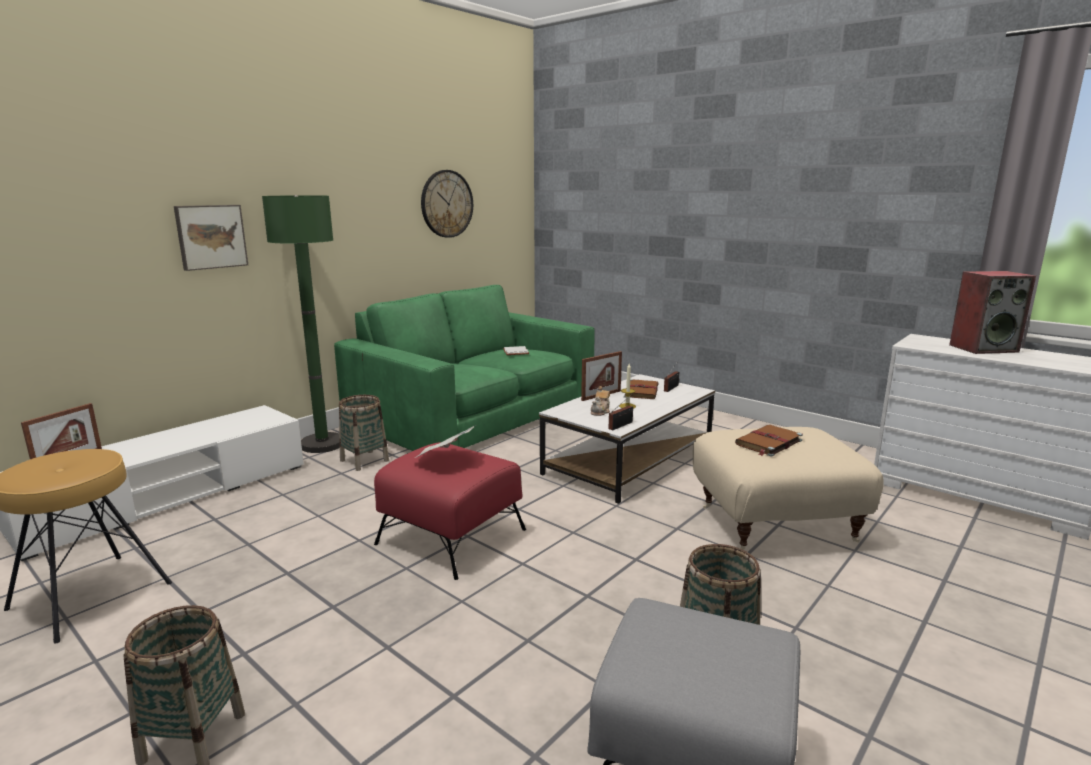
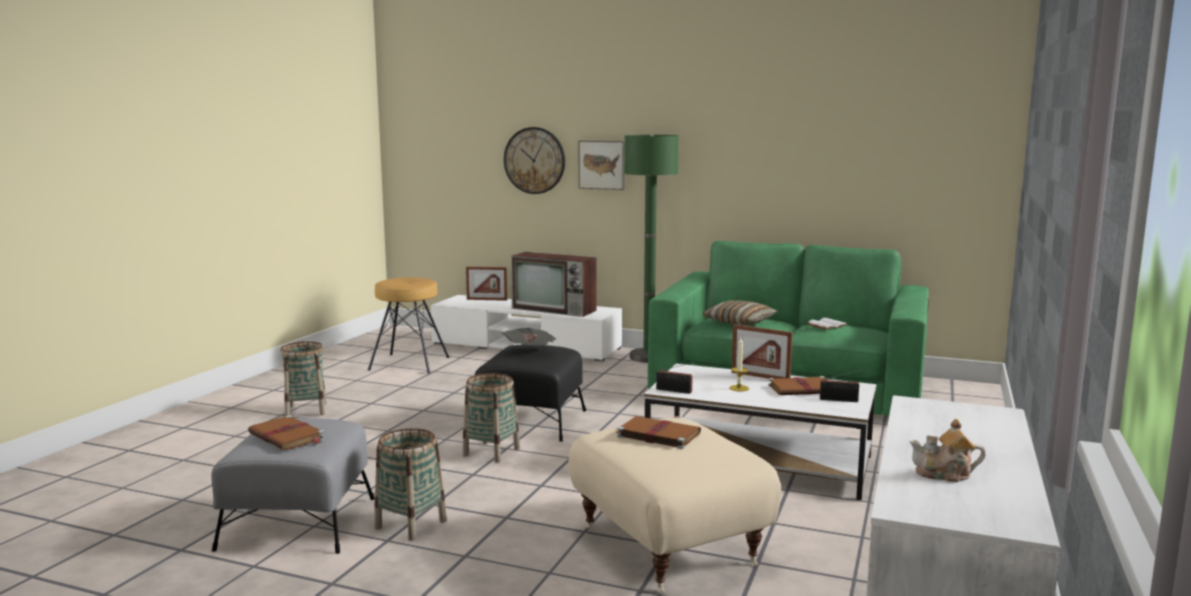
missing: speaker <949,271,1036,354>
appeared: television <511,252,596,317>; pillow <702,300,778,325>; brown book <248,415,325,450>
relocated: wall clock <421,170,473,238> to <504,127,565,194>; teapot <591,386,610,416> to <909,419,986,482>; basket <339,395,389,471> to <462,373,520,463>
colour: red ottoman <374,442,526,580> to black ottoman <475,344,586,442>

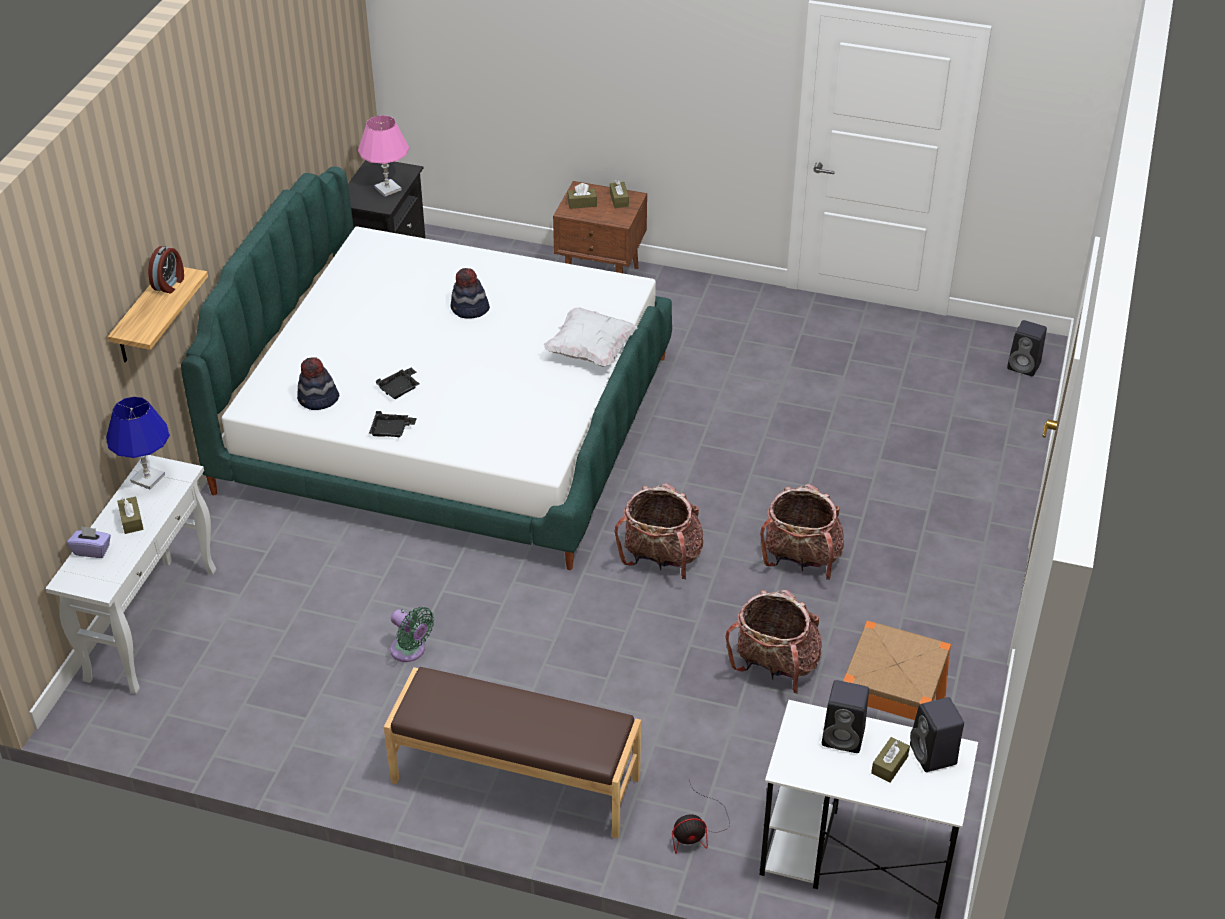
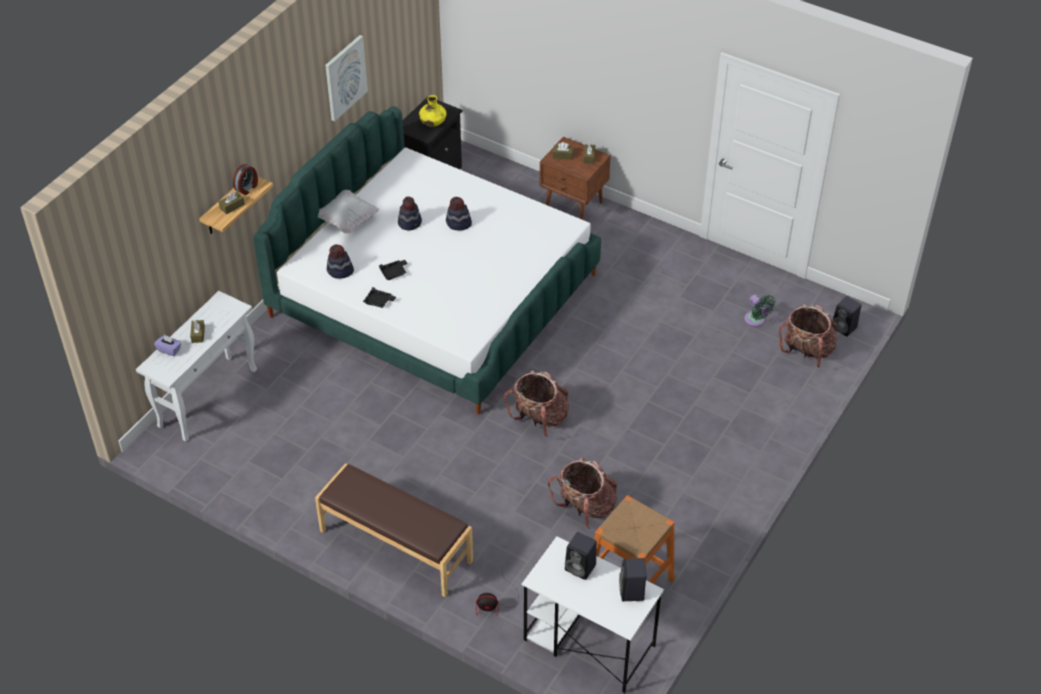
missing: blue table lamp <106,397,170,490>
appeared: picture <325,35,368,122>; hat <398,196,422,231>
relocated: white pillow <543,308,638,367> to <318,190,379,233>; backpack <760,484,844,580> to <779,304,837,368>; green fan <390,607,434,662> to <744,294,776,327>; brown tissue box <871,737,910,783> to <218,192,245,214>
exchanged: pink table lamp <358,115,409,197> to yellow vase <419,95,446,127>

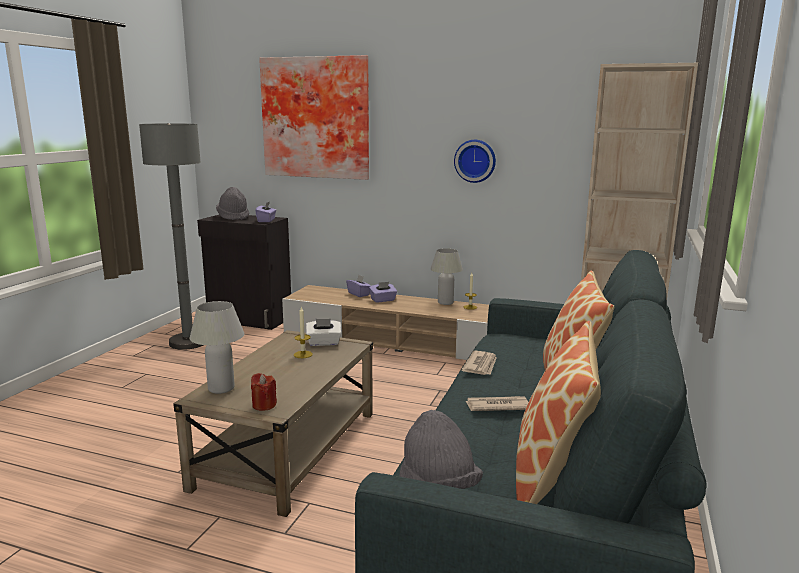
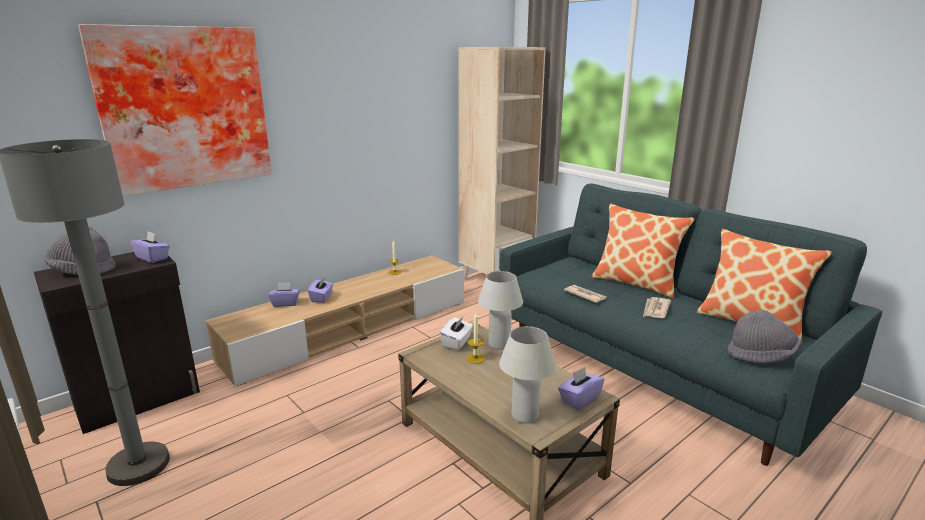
missing: wall clock <454,140,496,183>
relocated: white table lamp <430,248,463,305> to <478,271,523,350>
exchanged: red candle <251,373,277,411> to purple tissue box <558,367,604,410>

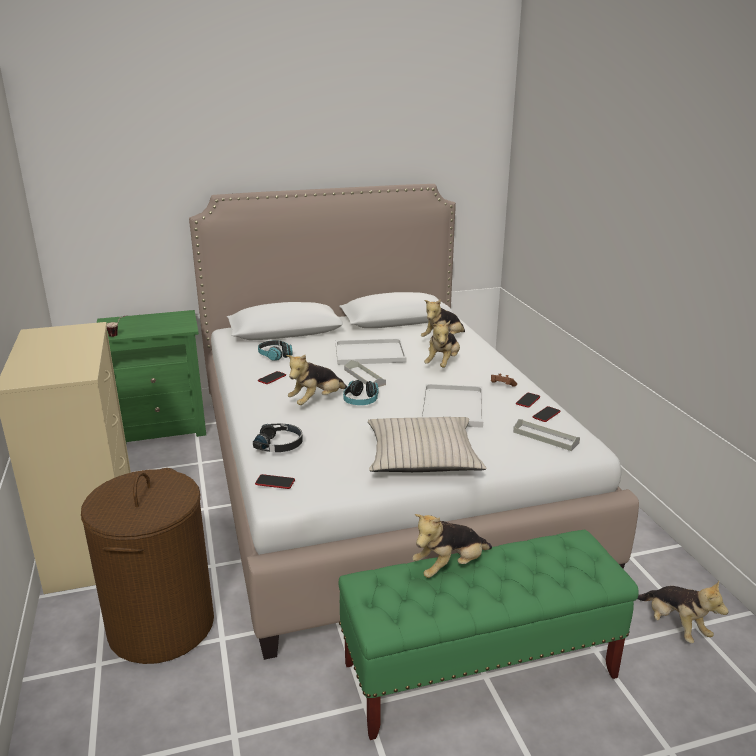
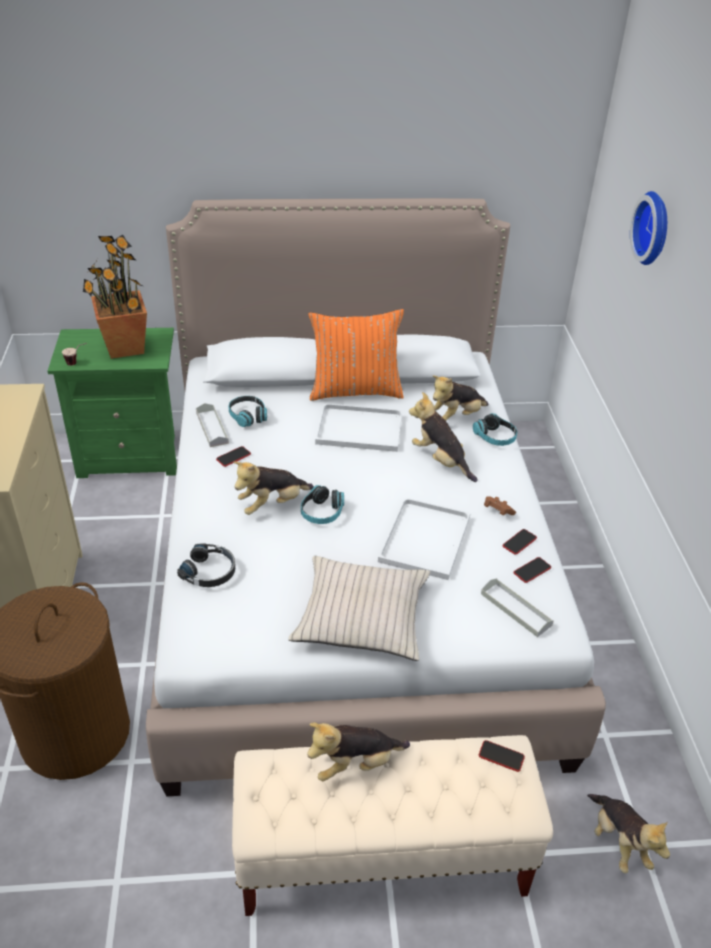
appeared: wall clock <630,191,667,265>; potted plant <83,235,147,359>; orange pillow <309,309,404,401>; headphones <473,413,517,446>
relocated: grey tray <344,360,386,387> to <196,403,229,447>; phone <255,474,295,489> to <479,740,525,772>
colour: green bench <338,530,639,740> to beige bench <232,735,553,916>
spun: plush toy <424,321,460,368> = <409,392,478,482> 105 degrees clockwise

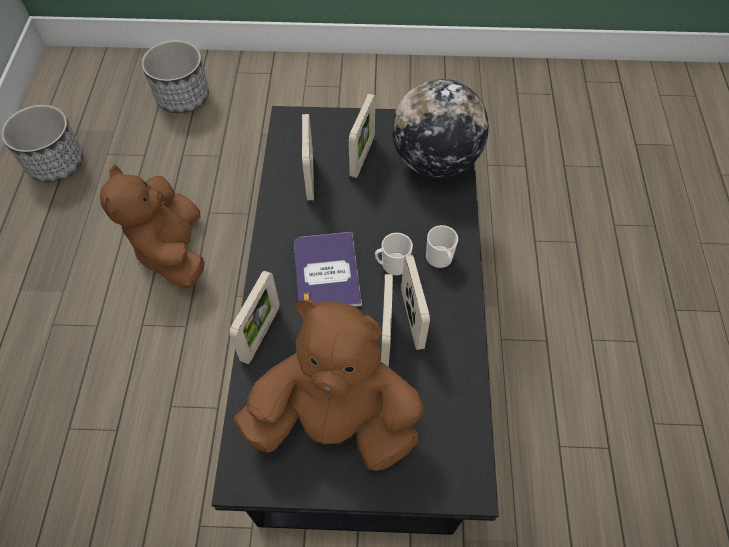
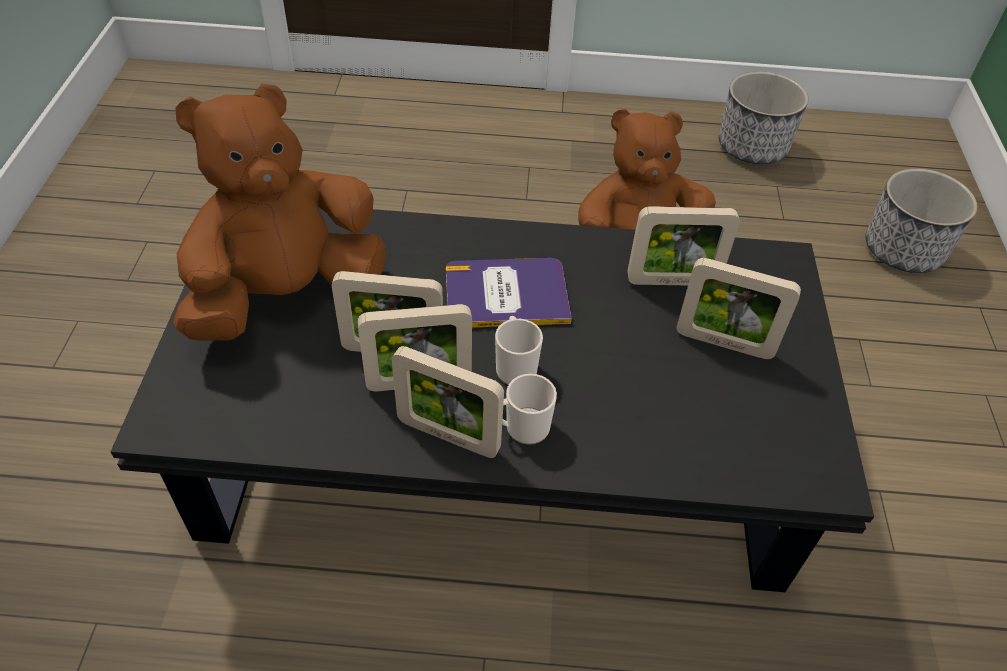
missing: globe <392,79,489,178>
relocated: picture frame <229,271,280,364> to <392,346,504,458>
spun: brown plush toy <233,299,424,471> = <173,84,386,341> 135 degrees counterclockwise

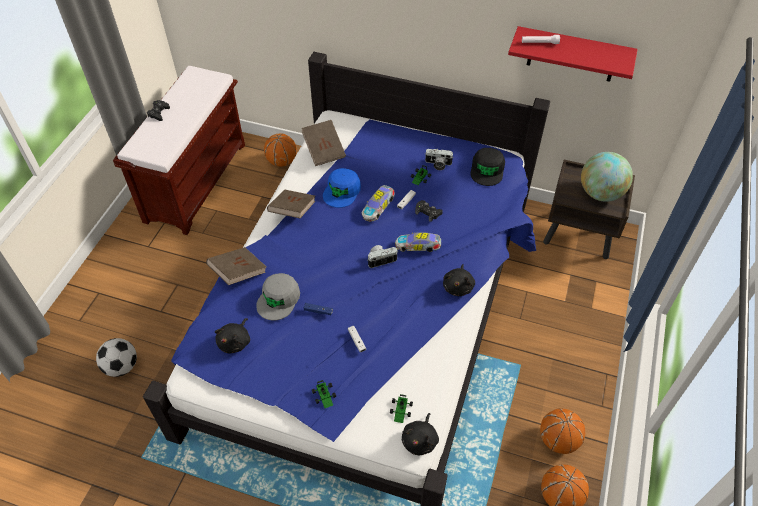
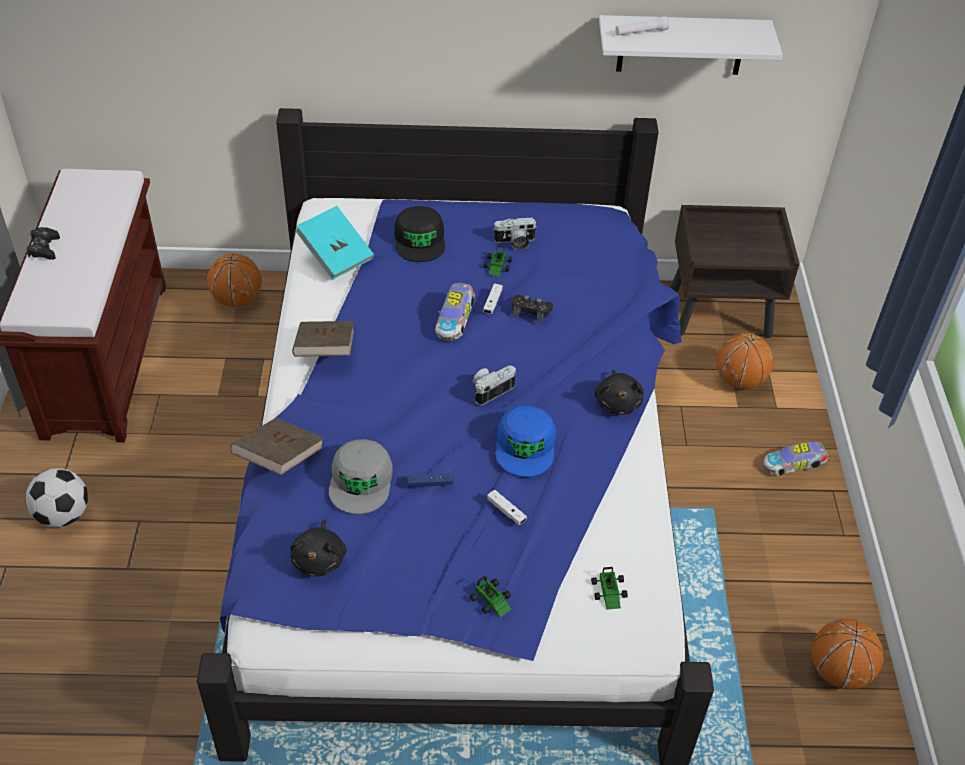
missing: globe <581,152,633,202>; black plush toy <402,413,439,455>
relocated: black cap <470,148,505,186> to <394,206,445,262>; blue cap <323,168,361,208> to <495,405,556,477>; toy car <395,232,441,252> to <763,442,828,476>; football <96,338,137,377> to <25,468,88,527>; basketball <540,409,585,454> to <716,333,774,389>
colour: red shelf <508,26,638,82> to white shelf <599,15,783,75>; brown book <302,120,346,166> to turquoise book <295,206,374,280>

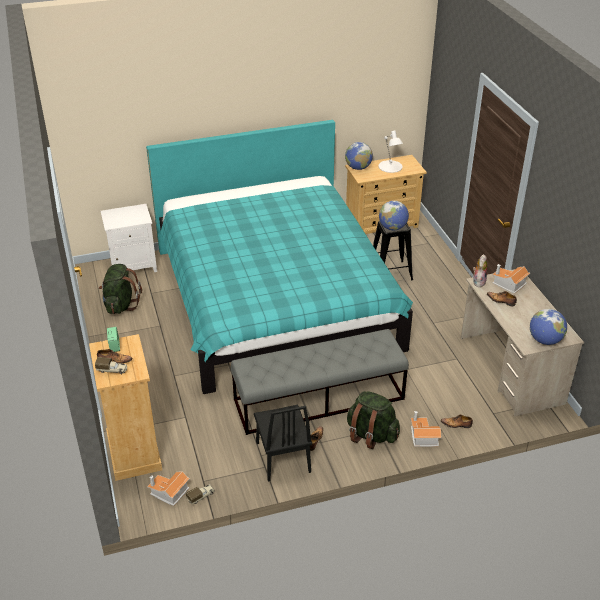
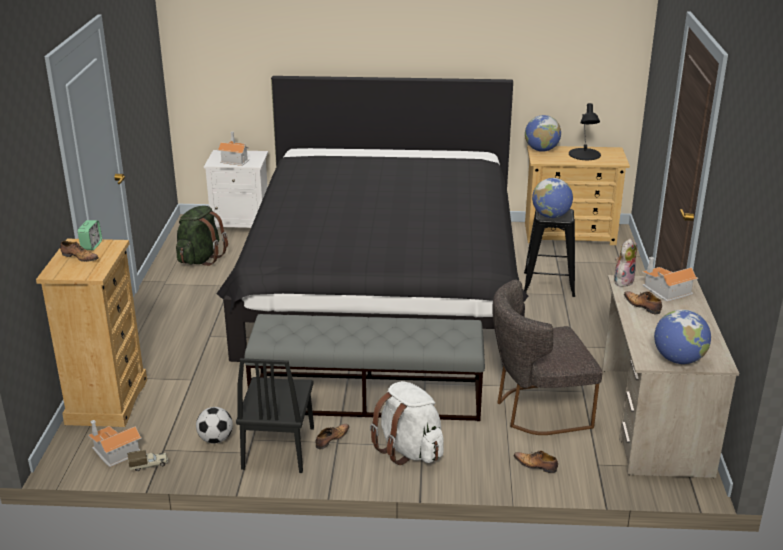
missing: toy truck <95,357,127,375>
appeared: grey chair <492,279,602,435>; football <196,407,233,444>
relocated: toy house <411,411,441,447> to <217,132,249,166>
colour: turquoise bed <146,120,413,394> to black bed <216,76,528,366>; white table lamp <378,131,403,173> to black table lamp <569,103,601,160>; green backpack <347,391,400,449> to white backpack <370,381,444,465>

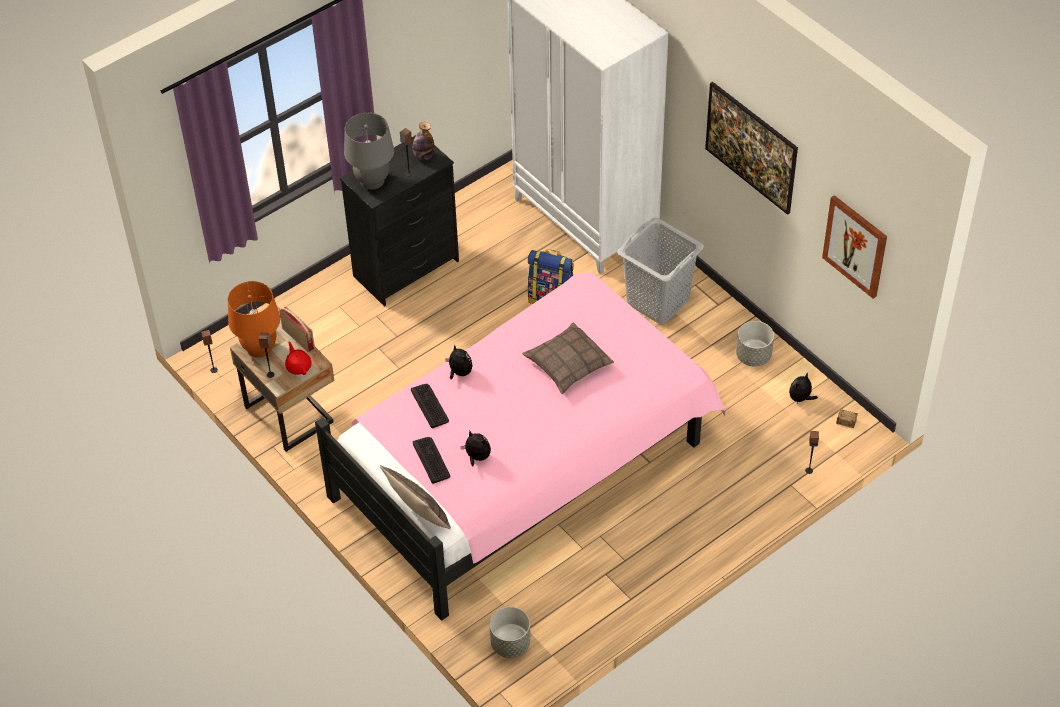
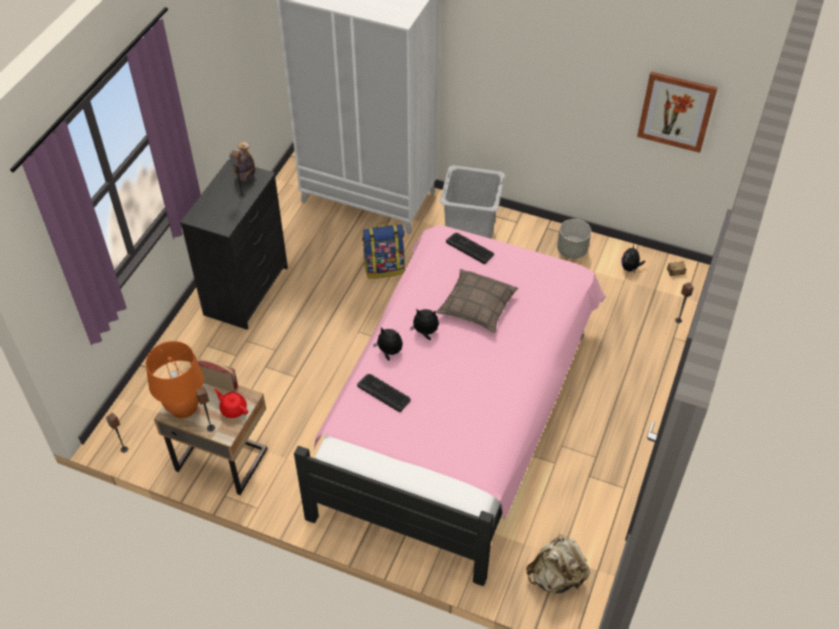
missing: picture <705,81,798,215>; grey table lamp <344,113,394,190>; pillow <380,465,451,530>
relocated: plush toy <461,431,491,466> to <410,309,439,340>; keyboard <413,437,450,484> to <446,233,494,264>
exchanged: grey planter <490,607,530,658> to beige backpack <526,534,590,593>

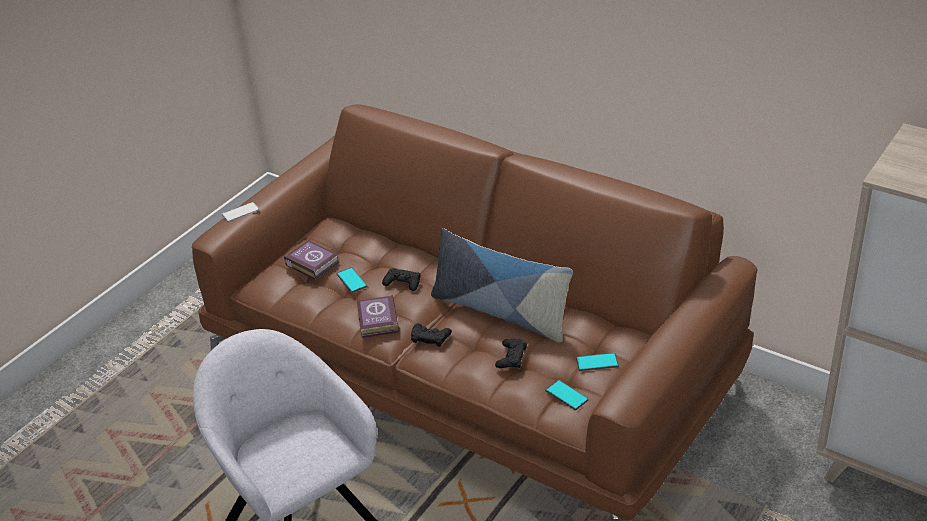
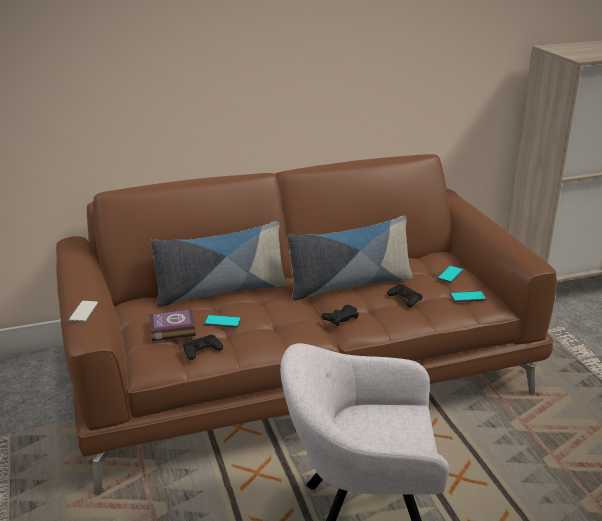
missing: book <357,295,399,338>
appeared: pillow <150,221,287,307>
relocated: black game controller <382,268,421,291> to <183,335,223,360>

